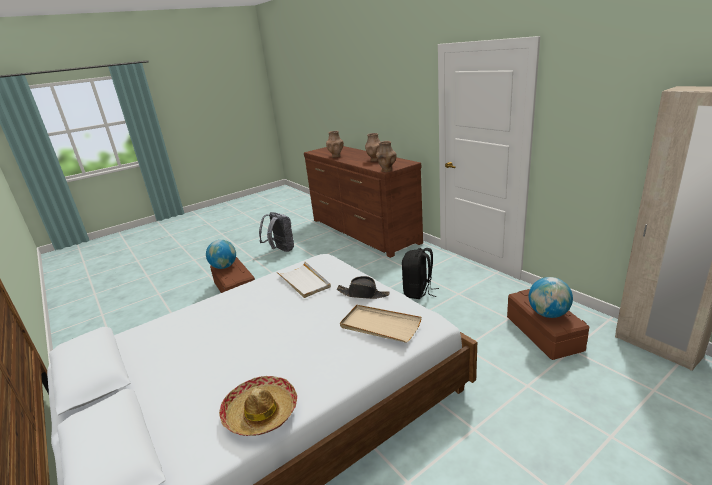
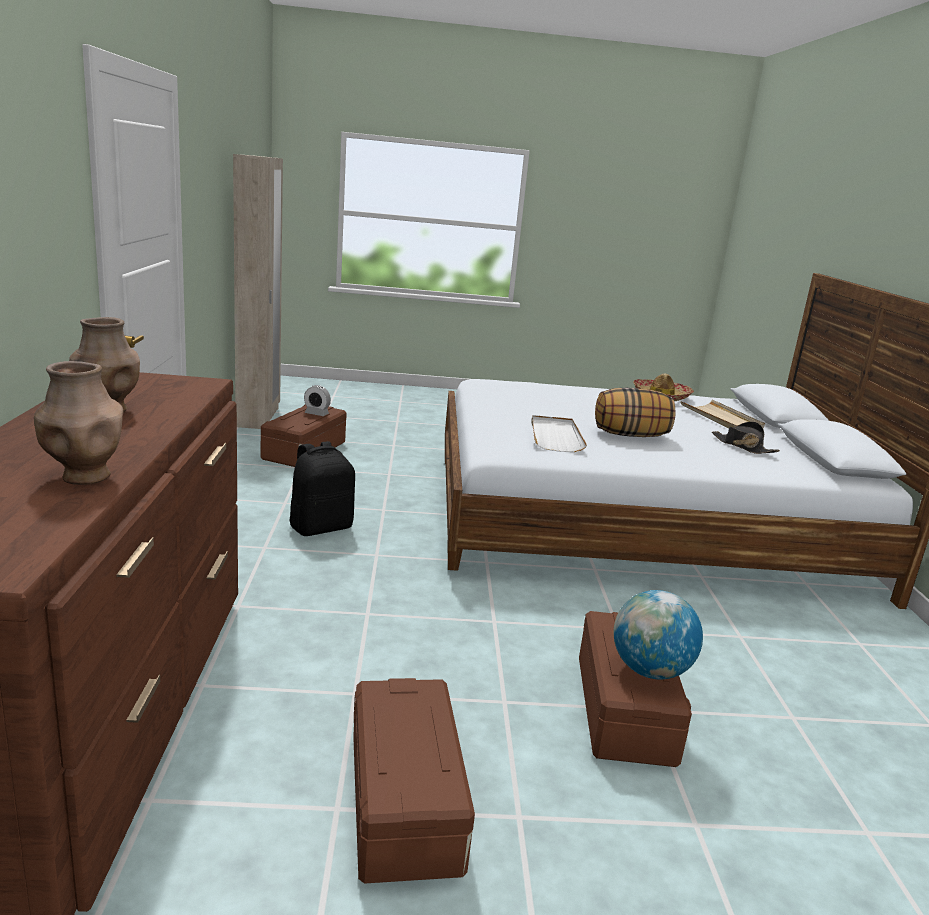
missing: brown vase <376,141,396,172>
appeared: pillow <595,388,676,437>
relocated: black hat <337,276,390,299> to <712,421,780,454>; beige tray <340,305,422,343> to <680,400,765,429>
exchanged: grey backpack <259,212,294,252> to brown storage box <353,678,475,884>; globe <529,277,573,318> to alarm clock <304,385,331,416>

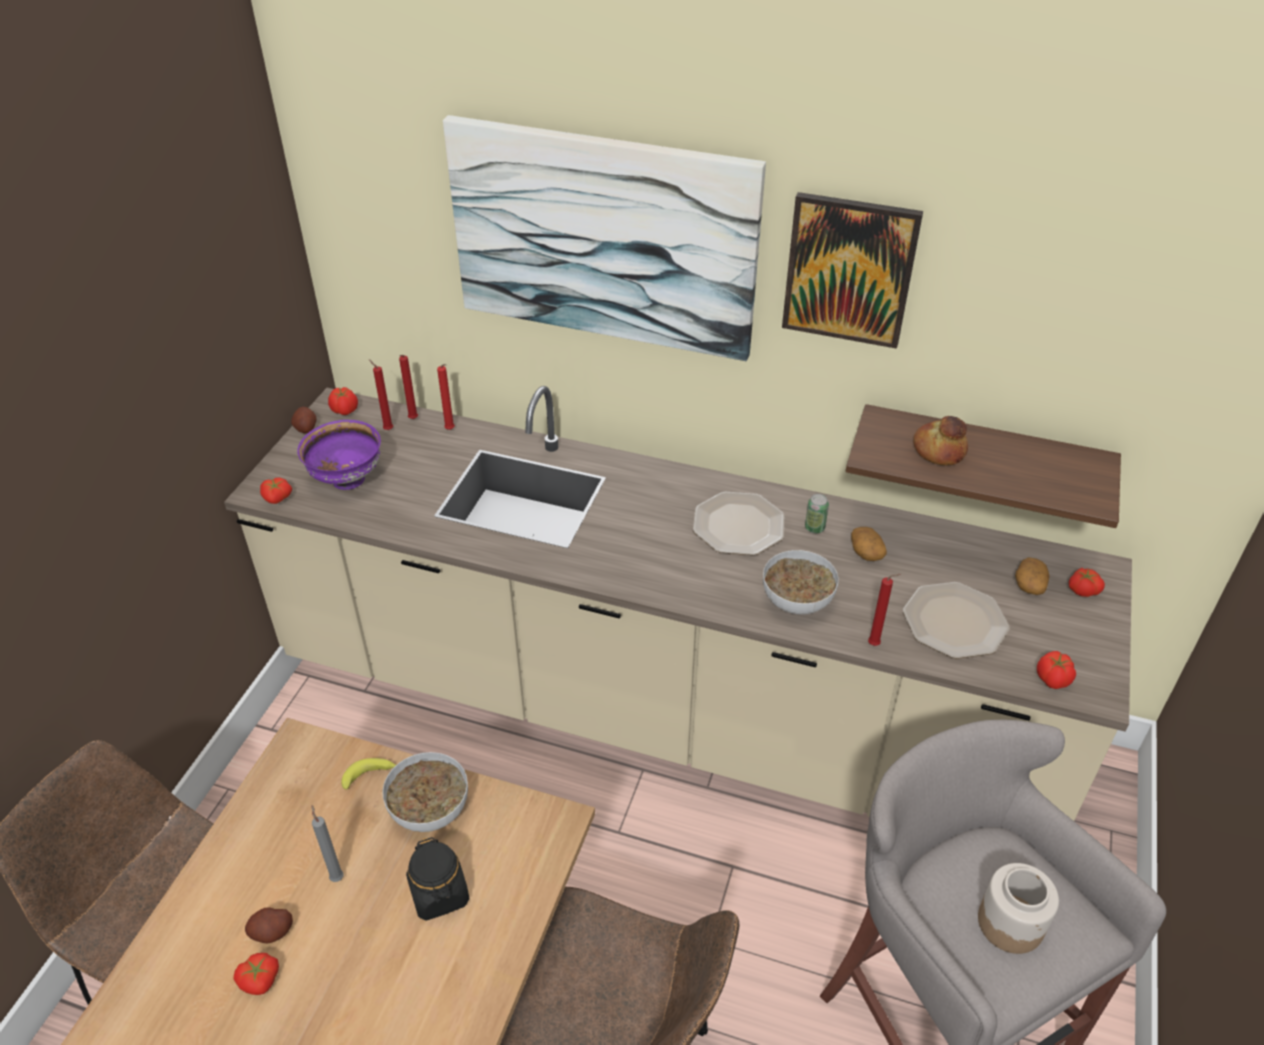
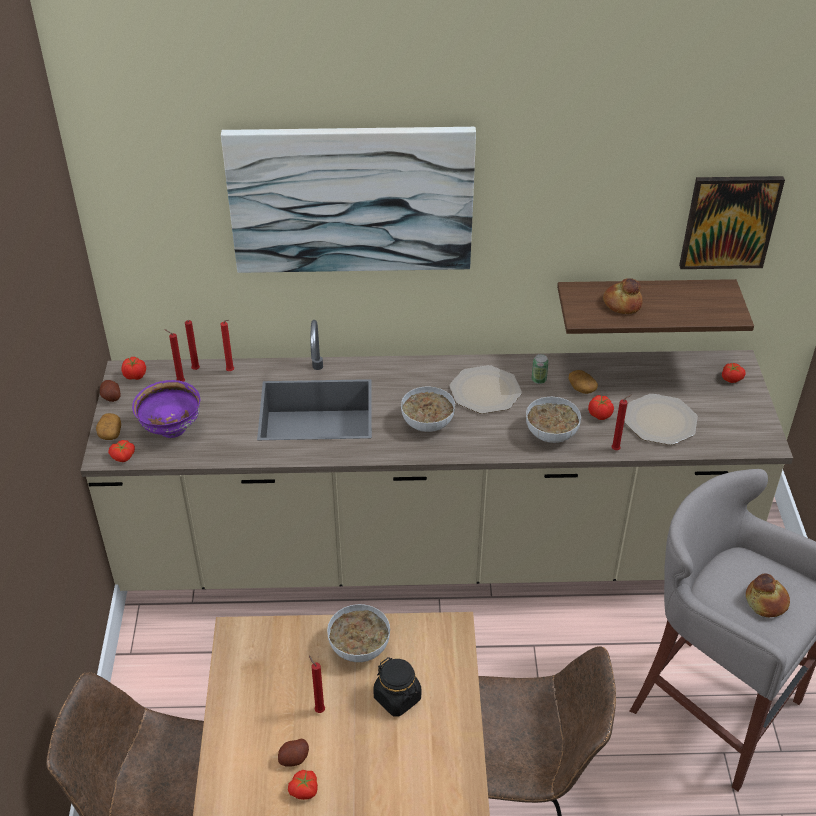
missing: banana <341,758,396,790>
appeared: bowl <401,387,455,432>
relocated: picture <782,192,923,349> to <679,176,785,269>; potato <1015,557,1050,595> to <96,413,121,440>; tomato <1037,651,1076,689> to <588,395,614,420>
exchanged: jar <978,863,1059,954> to bread <746,574,790,617>
colour: grey candle <311,805,344,882> to red candle <309,656,325,713>

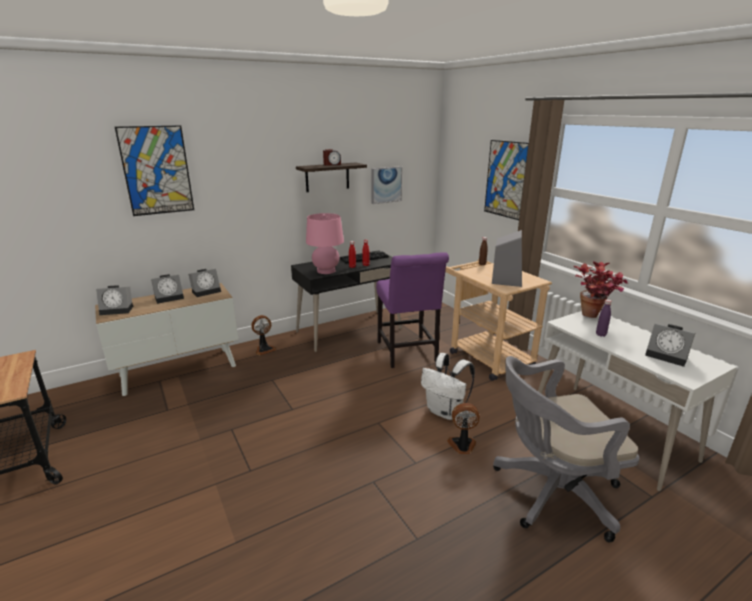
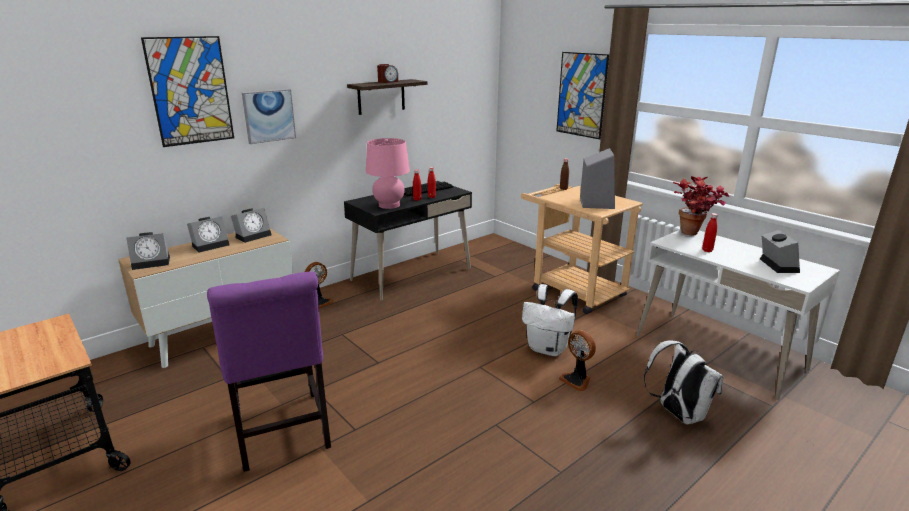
relocated: picture <371,166,402,204> to <242,89,296,144>; purple chair <376,252,449,368> to <207,272,331,472>
exchanged: grey office chair <493,356,639,542> to white backpack <644,340,724,425>
colour: purple bottle <596,299,612,337> to red bottle <702,213,718,252>
spun: alarm clock <645,323,695,367> = <760,230,800,273> 120 degrees counterclockwise; fan <447,403,480,454> = <558,330,596,391> 120 degrees counterclockwise

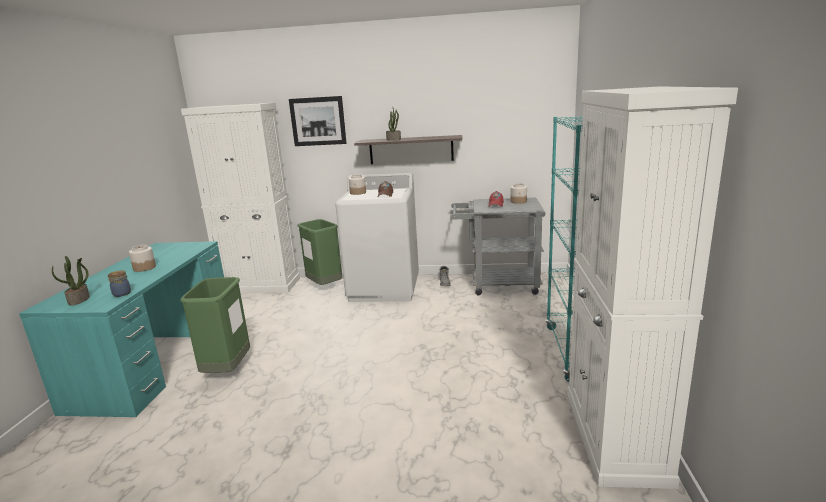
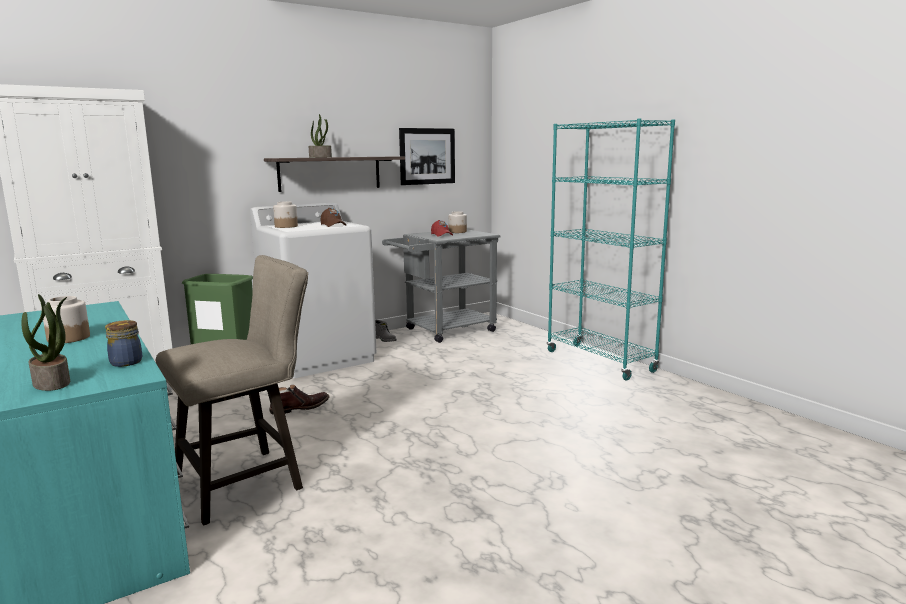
missing: white cabinet <567,86,738,489>
appeared: brown boot <269,385,329,414>
relocated: picture <289,96,347,146> to <399,128,455,185>
exchanged: green trash can <180,277,250,373> to beige stool <156,255,308,525>

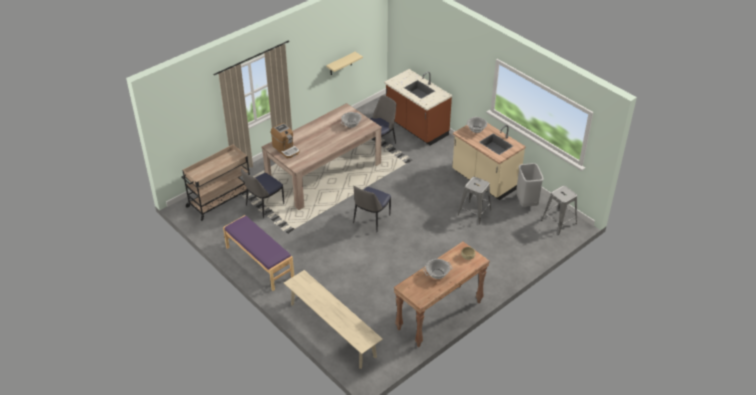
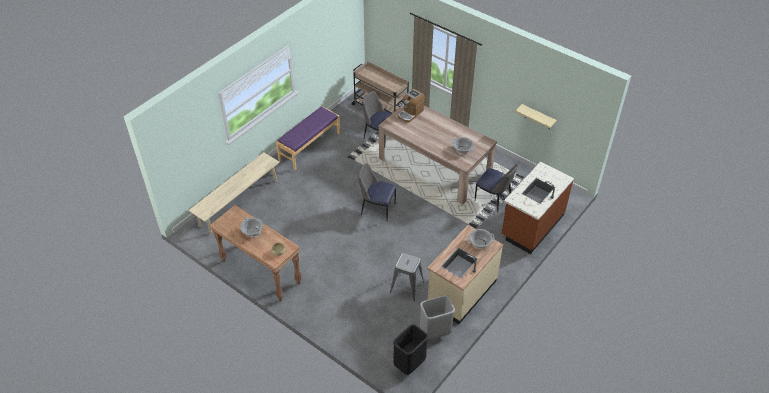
exchanged: grey stool <541,186,577,234> to black trash can <393,324,429,375>

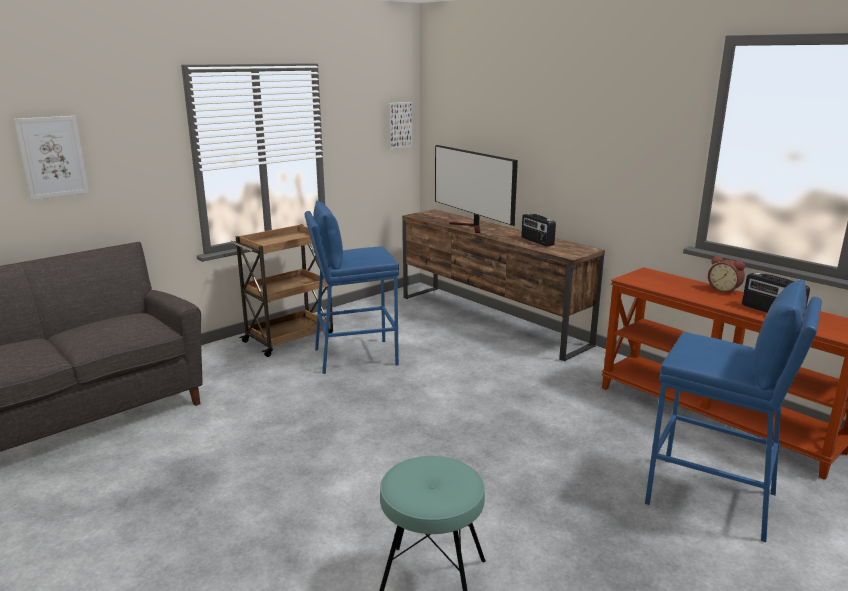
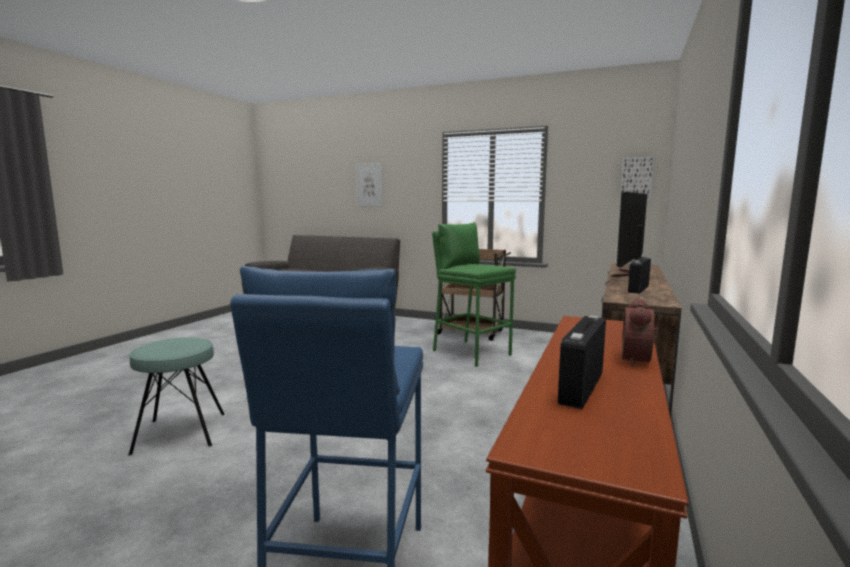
colour: blue stool <304,201,399,374> to green stool <432,222,516,367>

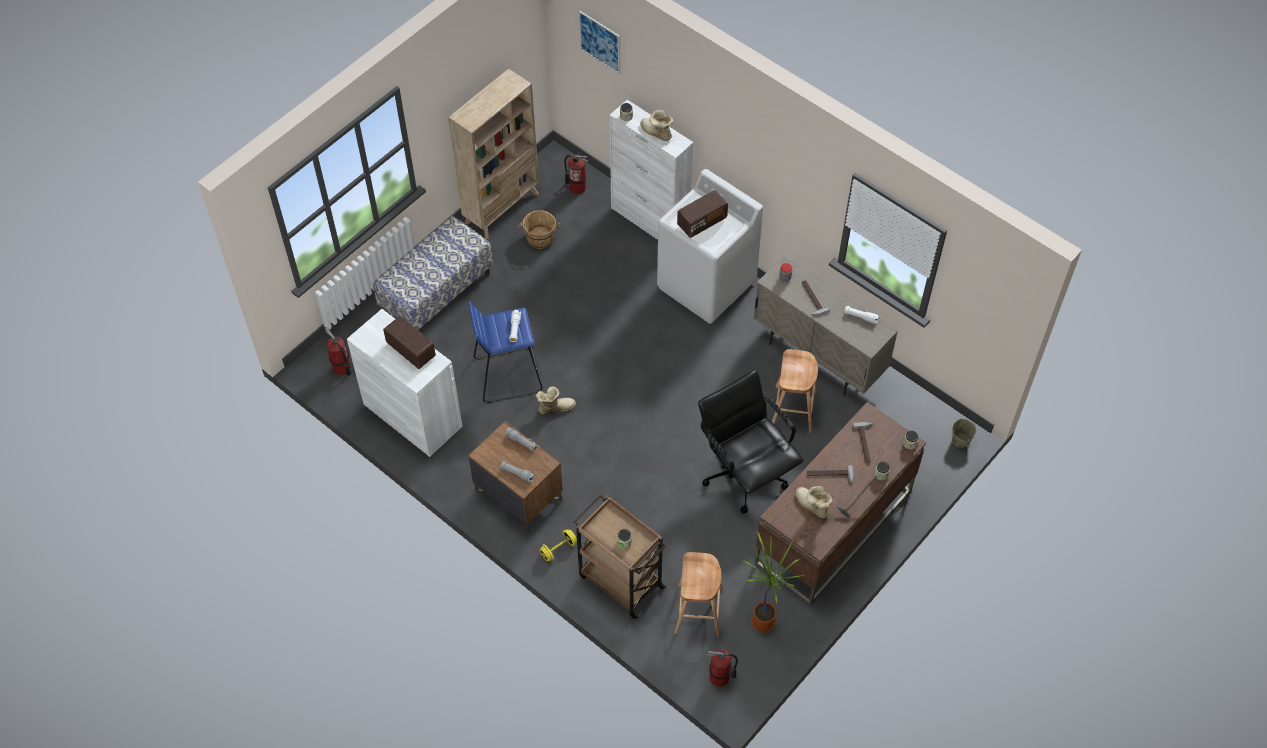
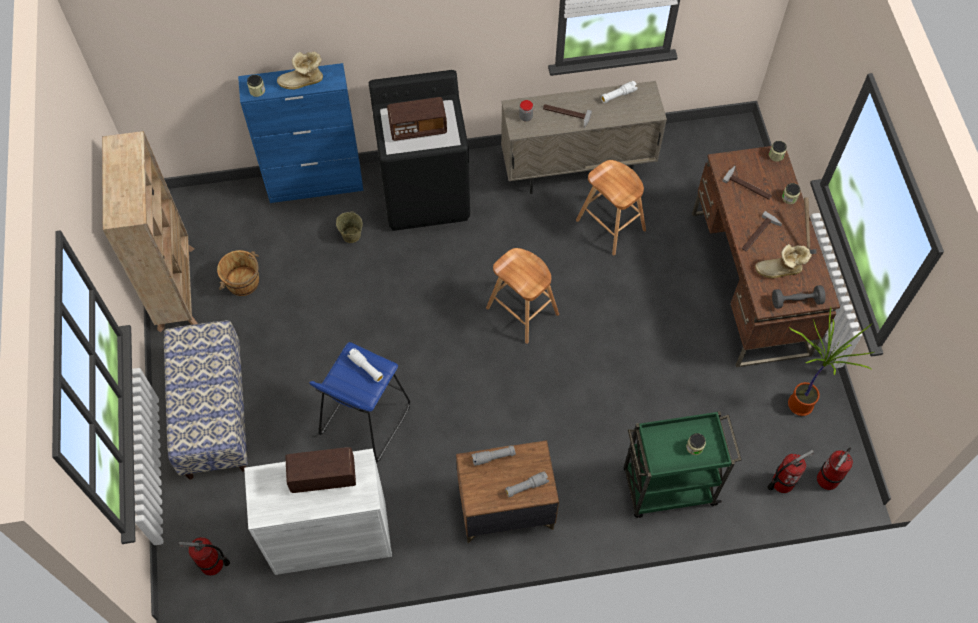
missing: picture <579,11,621,75>; black office chair <698,370,803,513>; boot <535,386,576,415>; yellow dumbbell <540,529,577,561>
appeared: grey dumbbell <772,285,826,309>
relocated: fire extinguisher <564,153,588,194> to <767,450,814,493>; beige bucket <952,419,976,448> to <336,211,363,243>; brown stool <675,552,723,637> to <486,248,559,344>
colour: white cabinet <610,100,693,240> to blue cabinet <238,63,364,203>; white washing machine <657,169,763,324> to black washing machine <368,70,470,231>; brown cart <573,495,666,619> to green cart <624,411,741,518>
spun: radio <677,190,728,238> = <387,97,447,141> 75 degrees clockwise

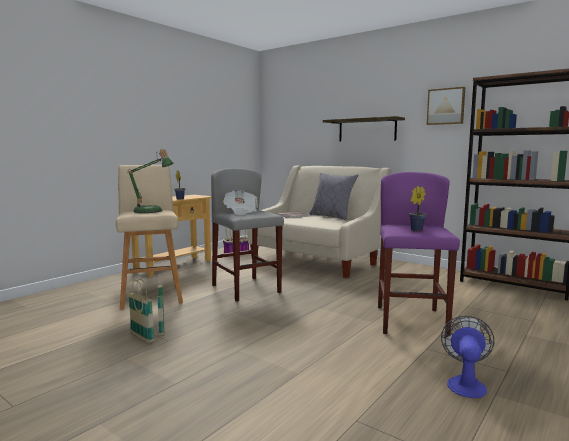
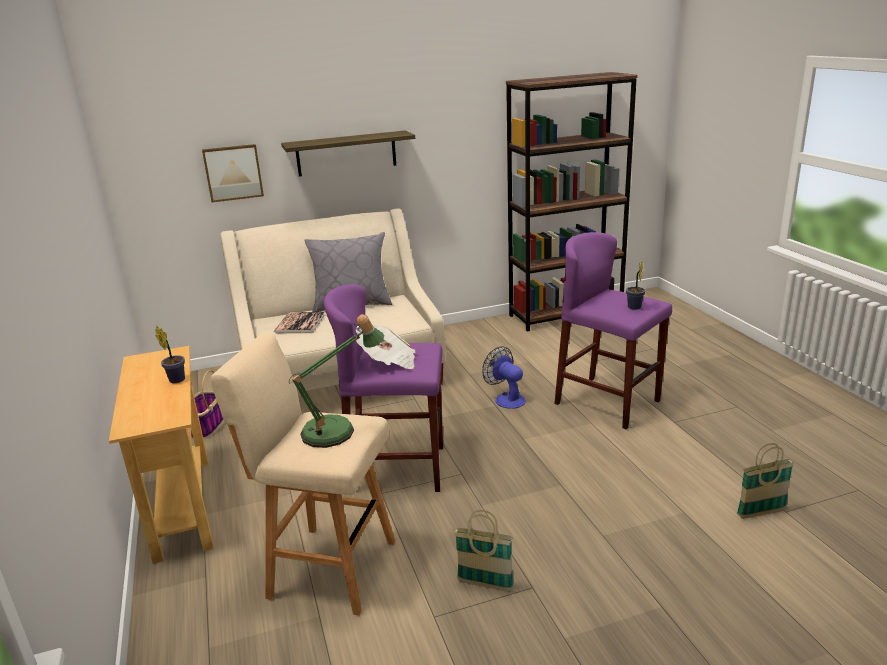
relocated: picture <427,87,465,125> to <202,144,264,202>; basket <128,279,155,343> to <737,443,794,519>; fan <441,316,494,398> to <482,346,526,409>
colour: grey stool <211,168,284,302> to purple stool <324,284,443,492>

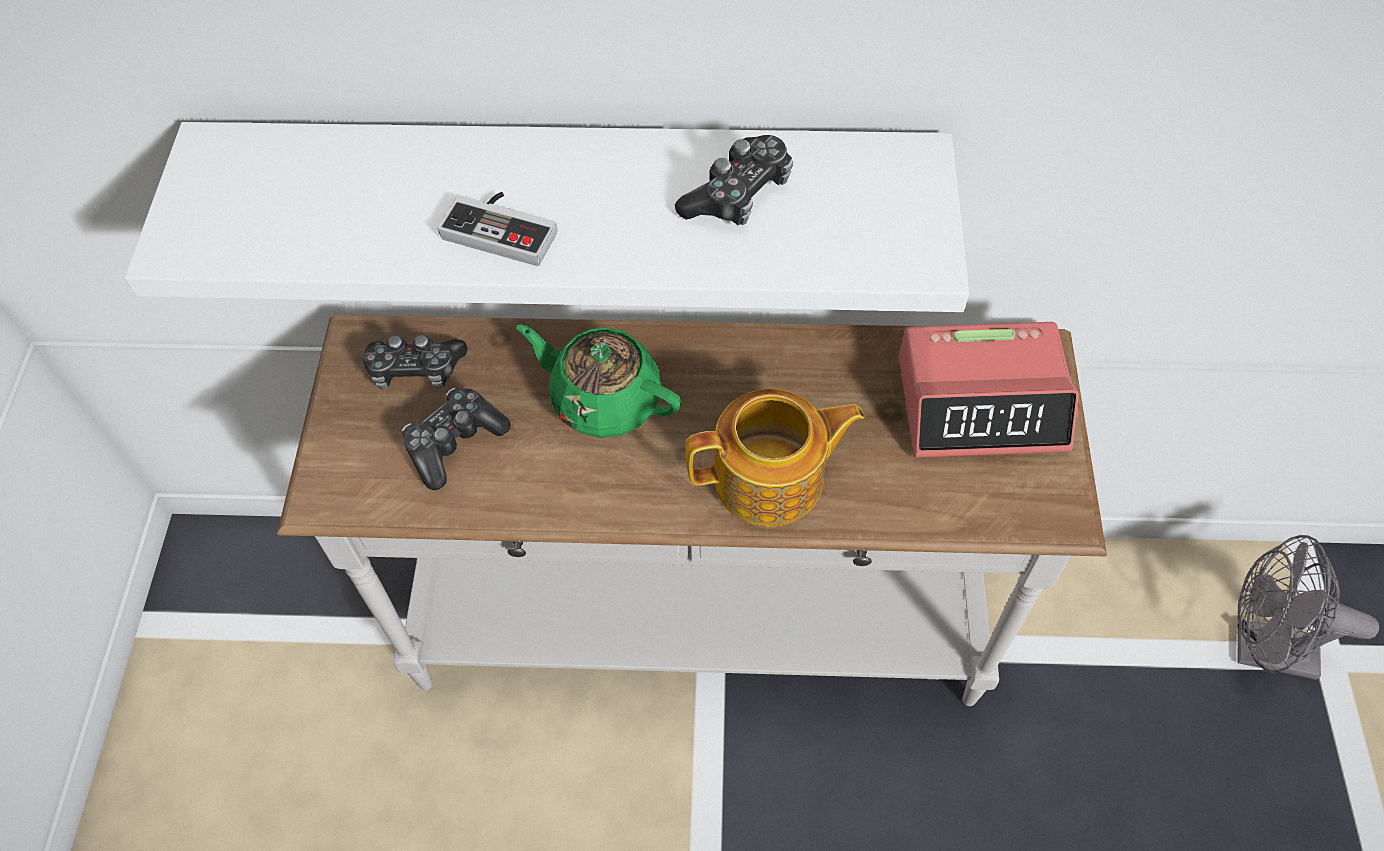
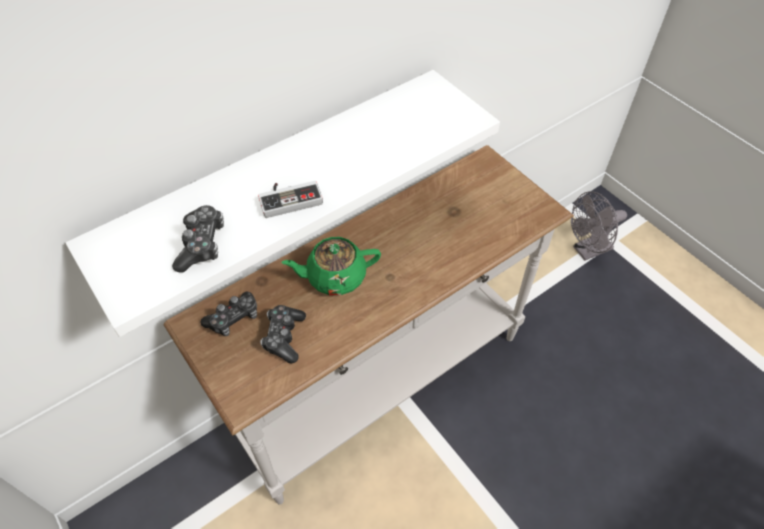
missing: alarm clock <899,322,1079,458>; teapot <685,389,865,527>
relocated: game controller <675,135,793,225> to <172,205,224,272>

